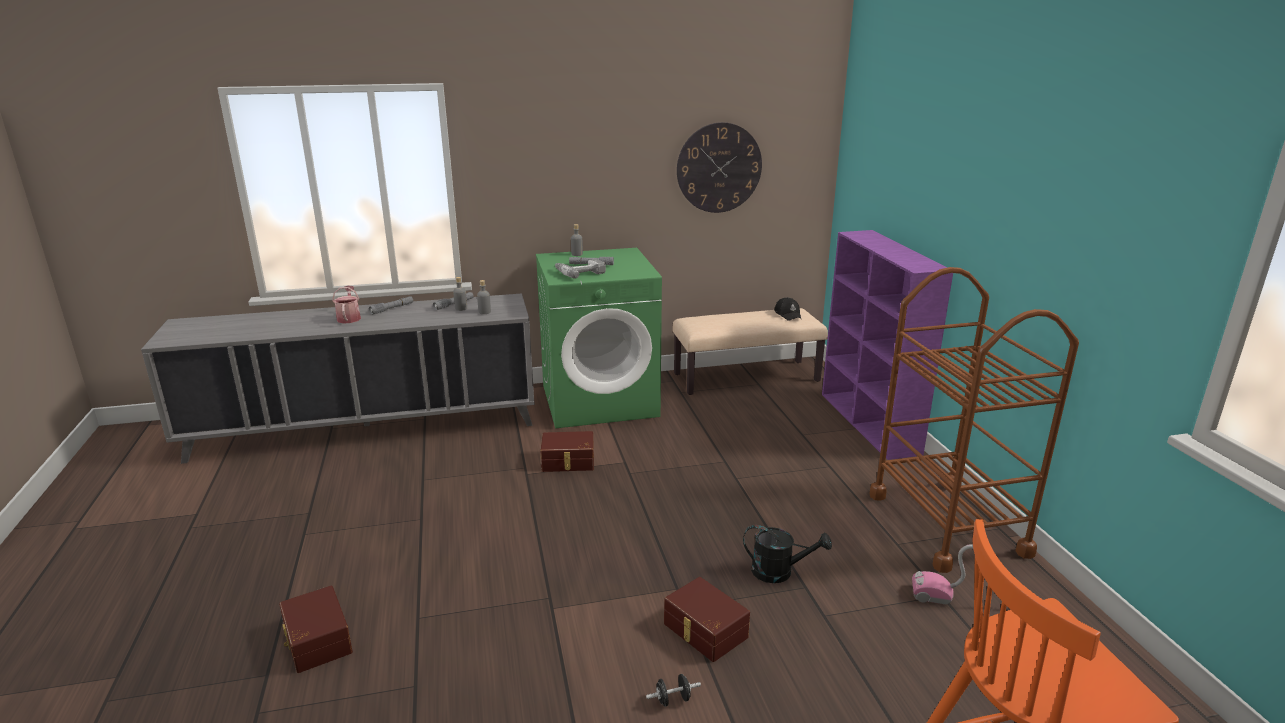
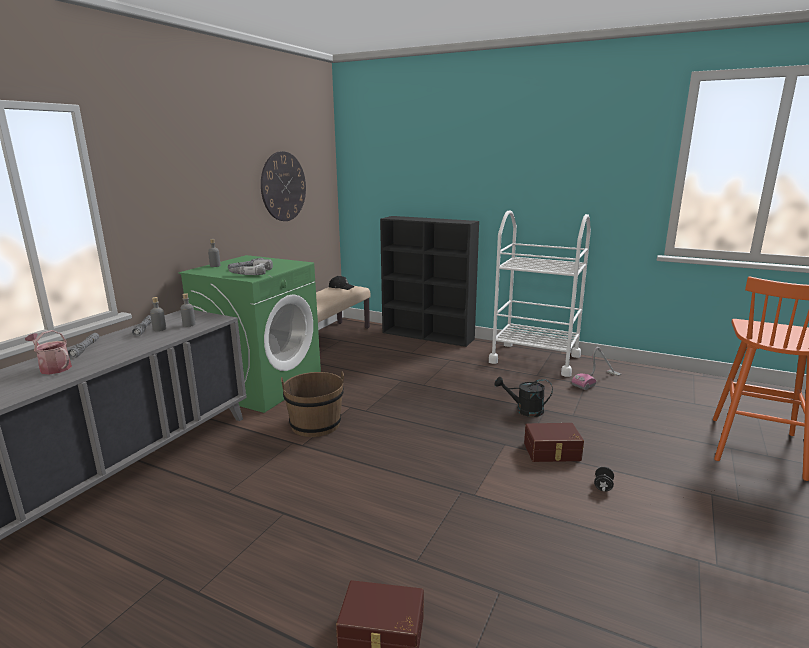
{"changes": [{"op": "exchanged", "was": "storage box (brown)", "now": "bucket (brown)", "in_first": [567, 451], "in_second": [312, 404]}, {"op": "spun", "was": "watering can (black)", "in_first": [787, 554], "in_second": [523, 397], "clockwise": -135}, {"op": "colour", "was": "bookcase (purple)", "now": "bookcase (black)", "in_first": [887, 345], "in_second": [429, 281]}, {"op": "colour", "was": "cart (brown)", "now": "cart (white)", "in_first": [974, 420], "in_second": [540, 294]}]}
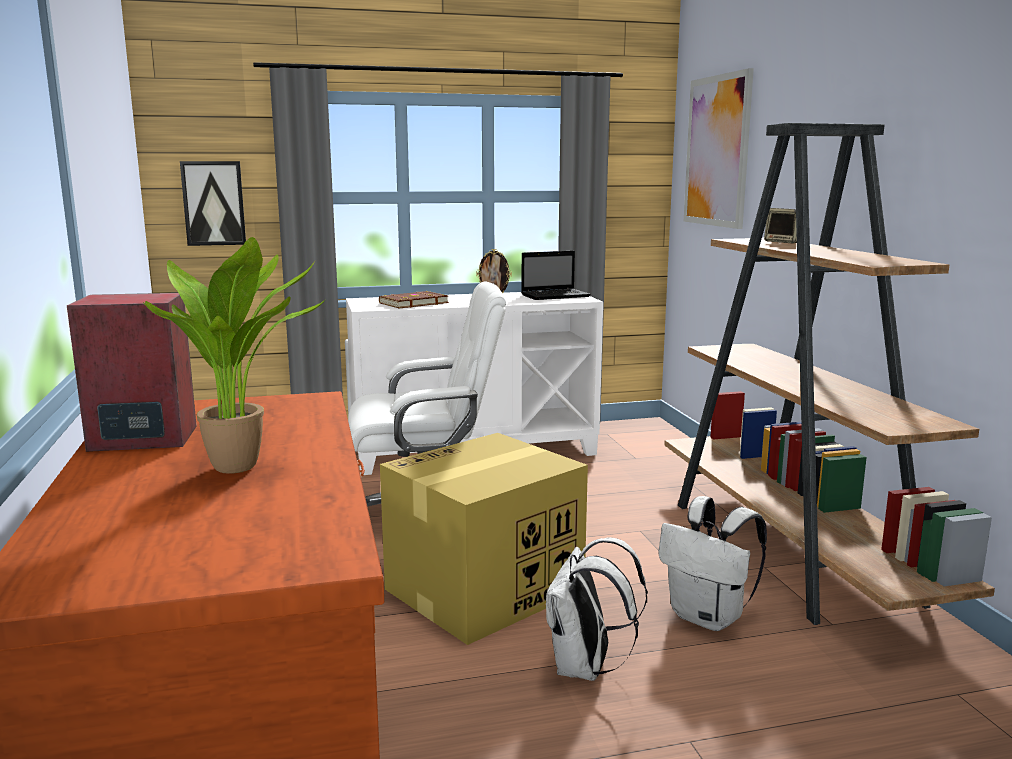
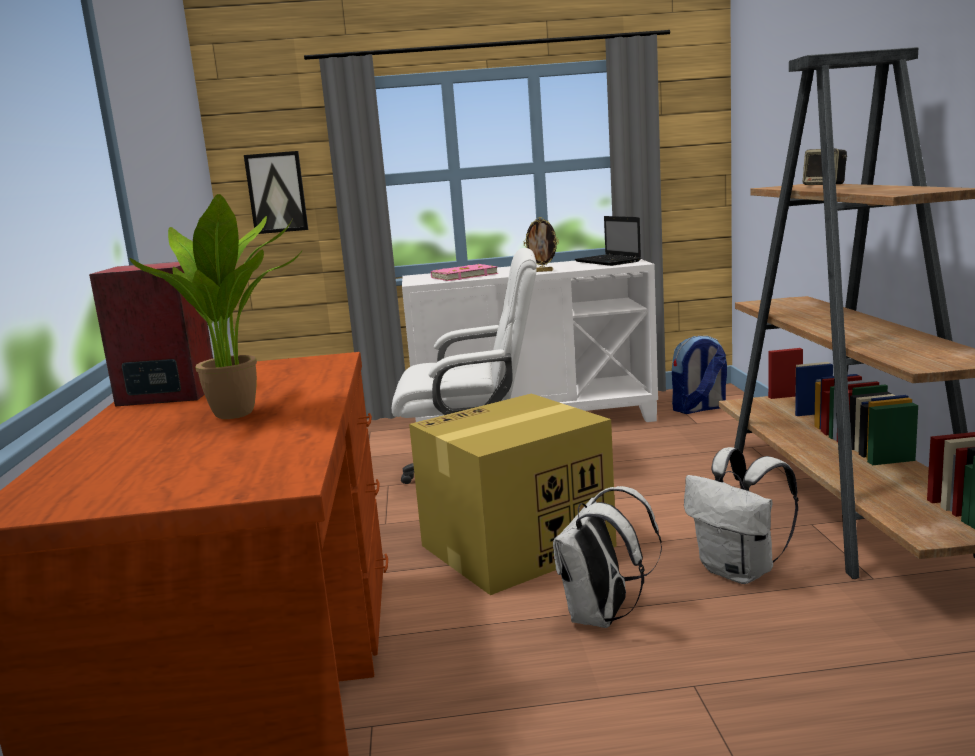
{"changes": [{"op": "colour", "was": "book (brown)", "now": "book (pink)", "in_first": [414, 300], "in_second": [464, 272]}, {"op": "spun", "was": "laptop", "in_first": [556, 275], "in_second": [608, 241], "clockwise": 75}, {"op": "missing", "was": "picture", "in_first": [719, 148]}, {"op": "appeared", "now": "backpack", "in_second": [699, 375]}]}
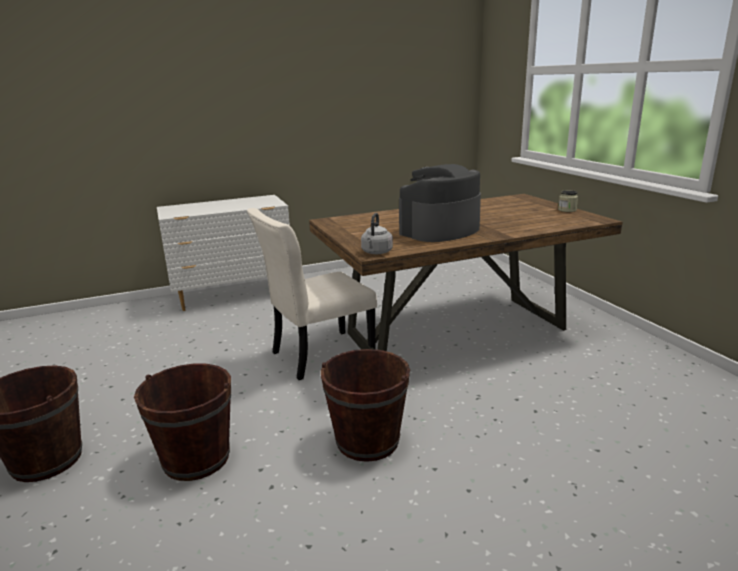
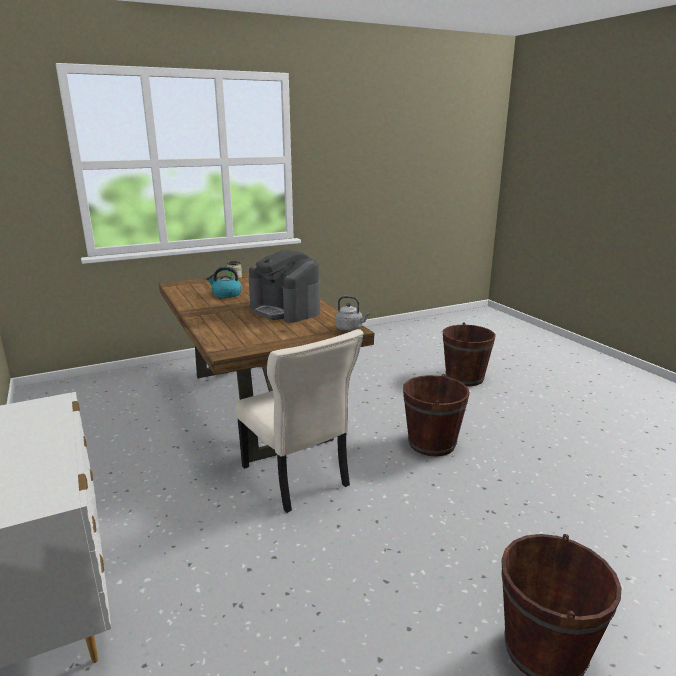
{"changes": [{"op": "relocated", "was": "bucket (brown)", "in_first": [182, 422], "in_second": [469, 354]}, {"op": "appeared", "now": "kettle", "in_second": [224, 282]}]}
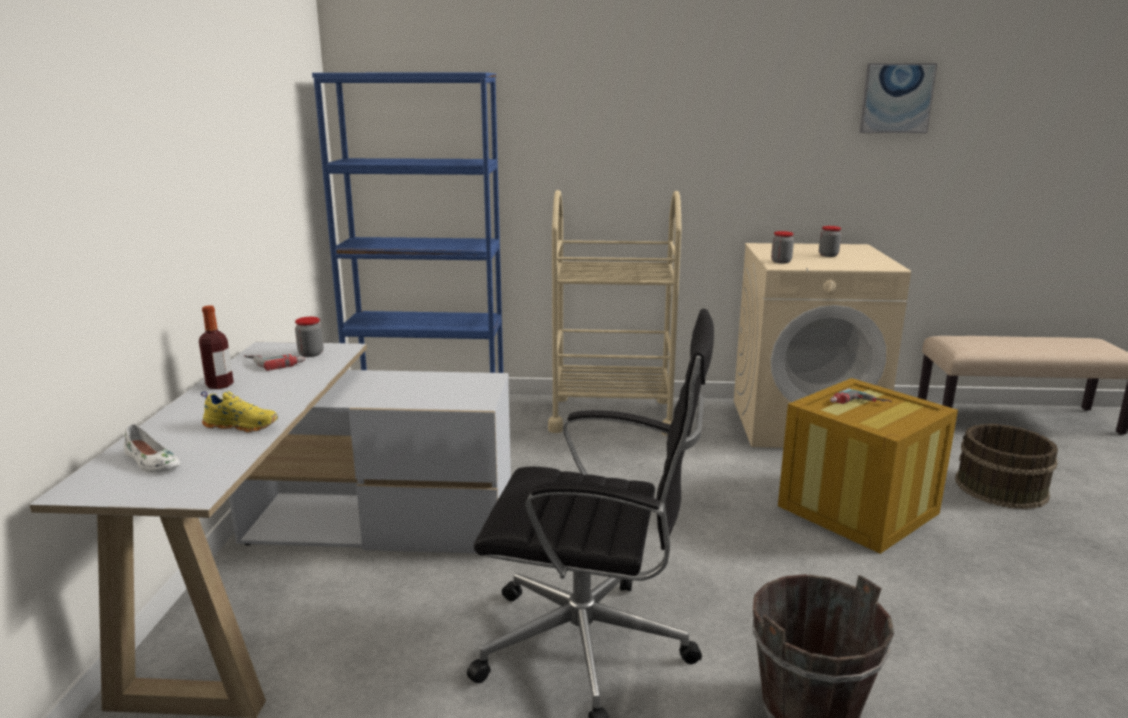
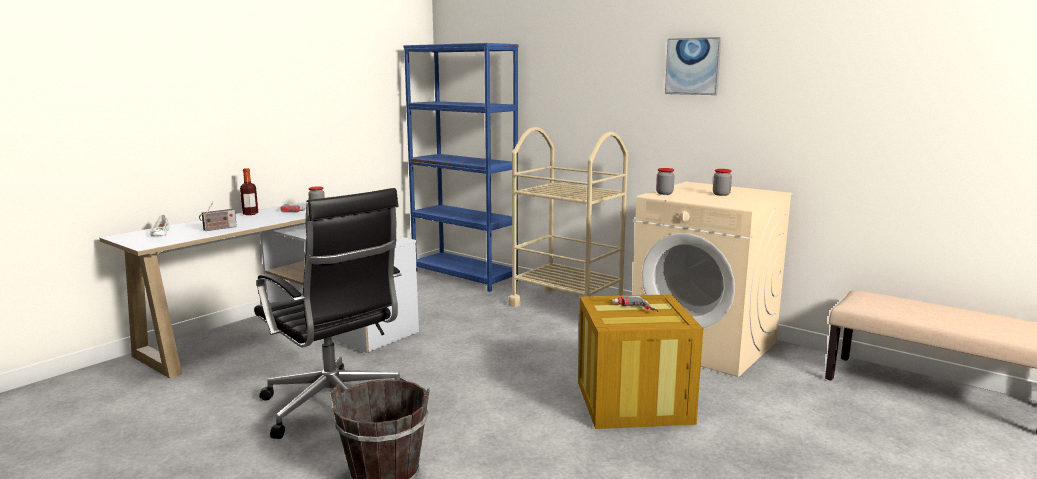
{"changes": [{"op": "exchanged", "was": "shoe (yellow)", "now": "radio", "in_first": [239, 411], "in_second": [218, 216]}, {"op": "relocated", "was": "picture", "in_first": [898, 98], "in_second": [693, 66]}, {"op": "missing", "was": "bucket (brown)", "in_first": [1006, 466]}]}
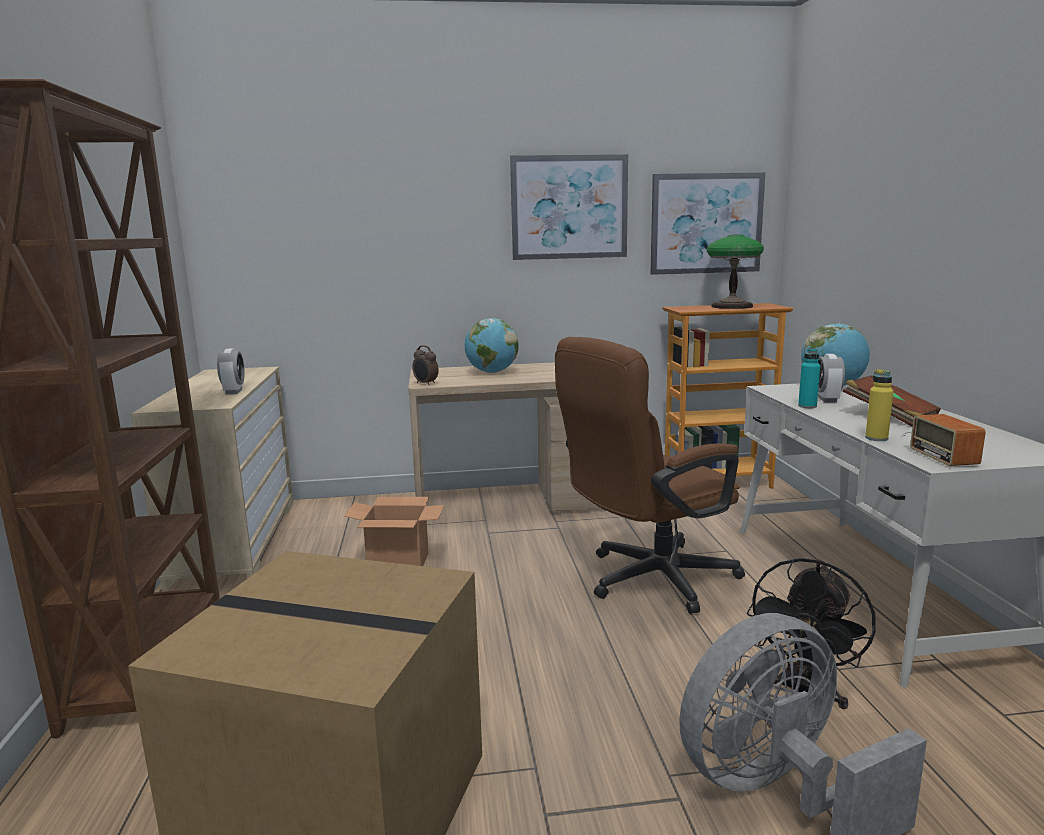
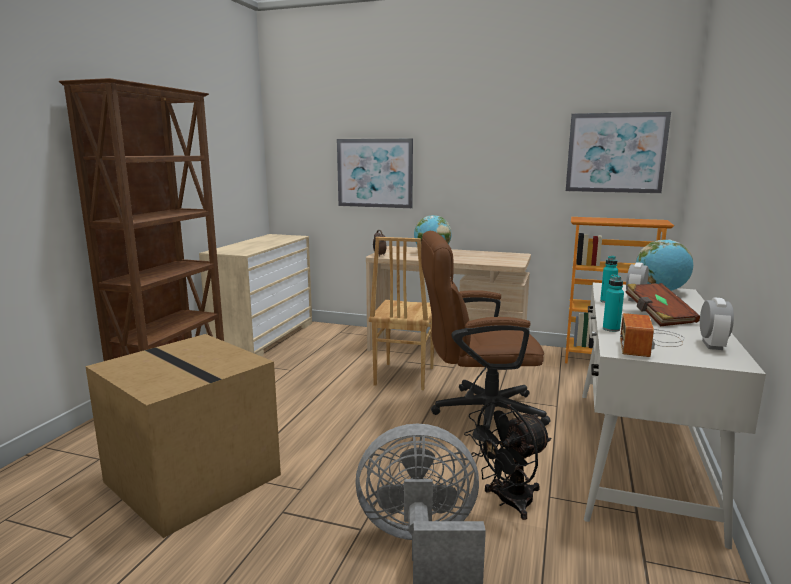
{"changes": [{"op": "relocated", "was": "alarm clock", "in_first": [231, 371], "in_second": [717, 324]}, {"op": "missing", "was": "cardboard box", "in_first": [394, 531]}, {"op": "relocated", "was": "picture", "in_first": [569, 207], "in_second": [375, 173]}, {"op": "missing", "was": "table lamp", "in_first": [735, 272]}, {"op": "colour", "was": "bottle (yellow)", "now": "bottle (turquoise)", "in_first": [879, 405], "in_second": [613, 303]}, {"op": "appeared", "now": "chair (brown)", "in_second": [401, 313]}]}
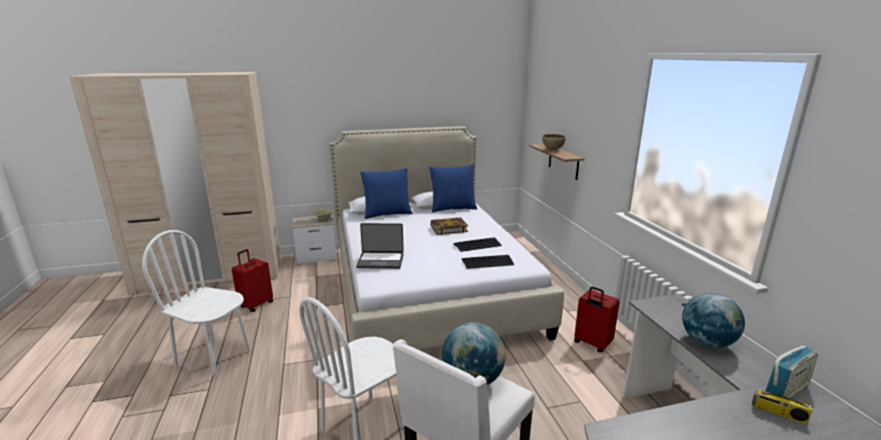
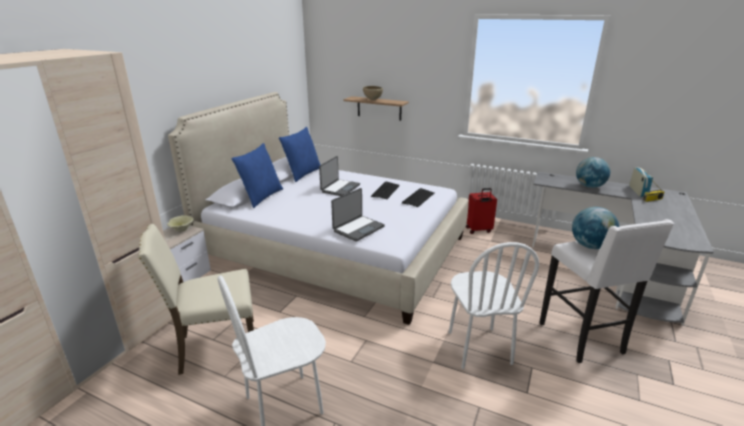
{"changes": [{"op": "exchanged", "was": "suitcase (red)", "now": "chair (beige)", "in_first": [252, 280], "in_second": [196, 299]}, {"op": "exchanged", "was": "book", "now": "laptop", "in_first": [449, 226], "in_second": [339, 176]}]}
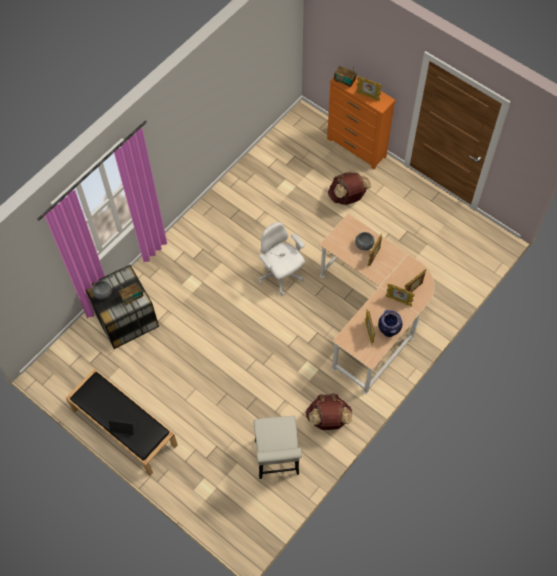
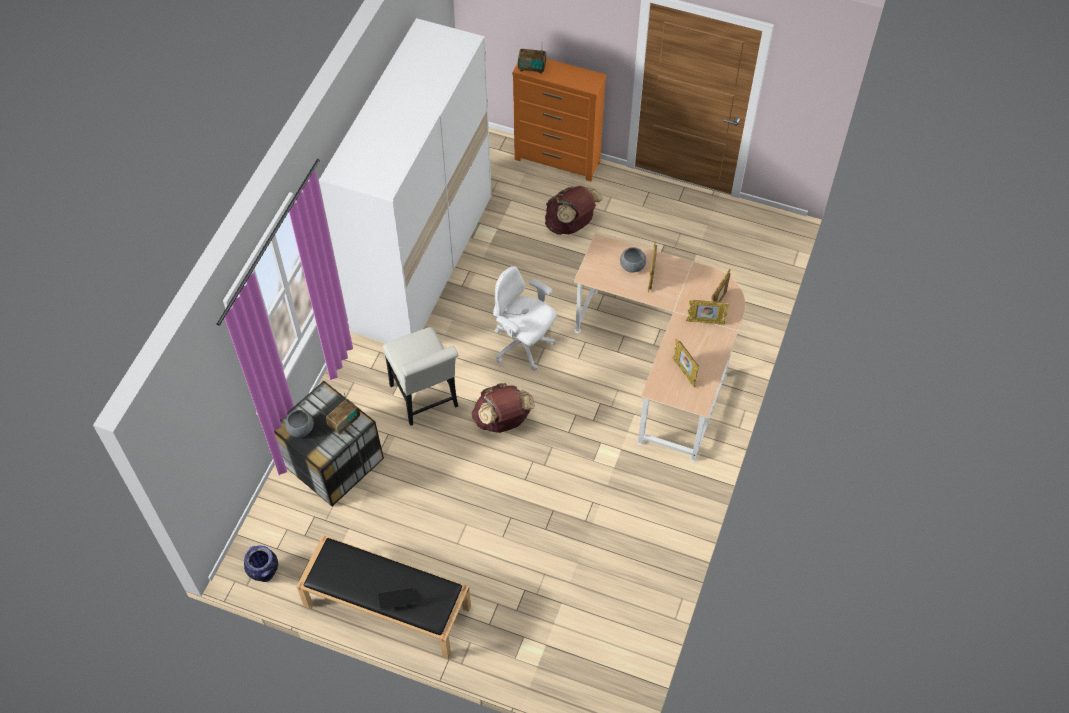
{"changes": [{"op": "relocated", "was": "chair (white)", "in_first": [277, 447], "in_second": [421, 376]}, {"op": "relocated", "was": "backpack (brown)", "in_first": [329, 411], "in_second": [503, 408]}, {"op": "missing", "was": "picture frame", "in_first": [369, 88]}, {"op": "relocated", "was": "vase", "in_first": [390, 323], "in_second": [261, 563]}, {"op": "appeared", "now": "wardrobe (white)", "in_second": [405, 180]}]}
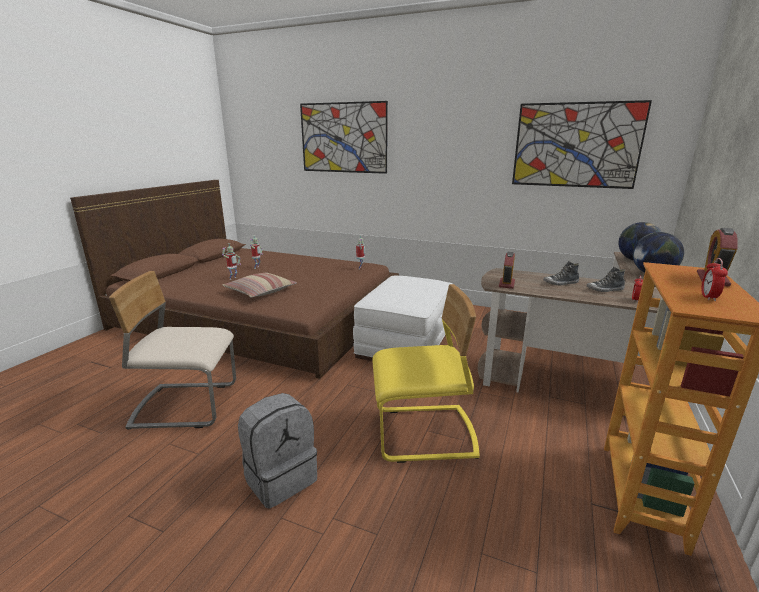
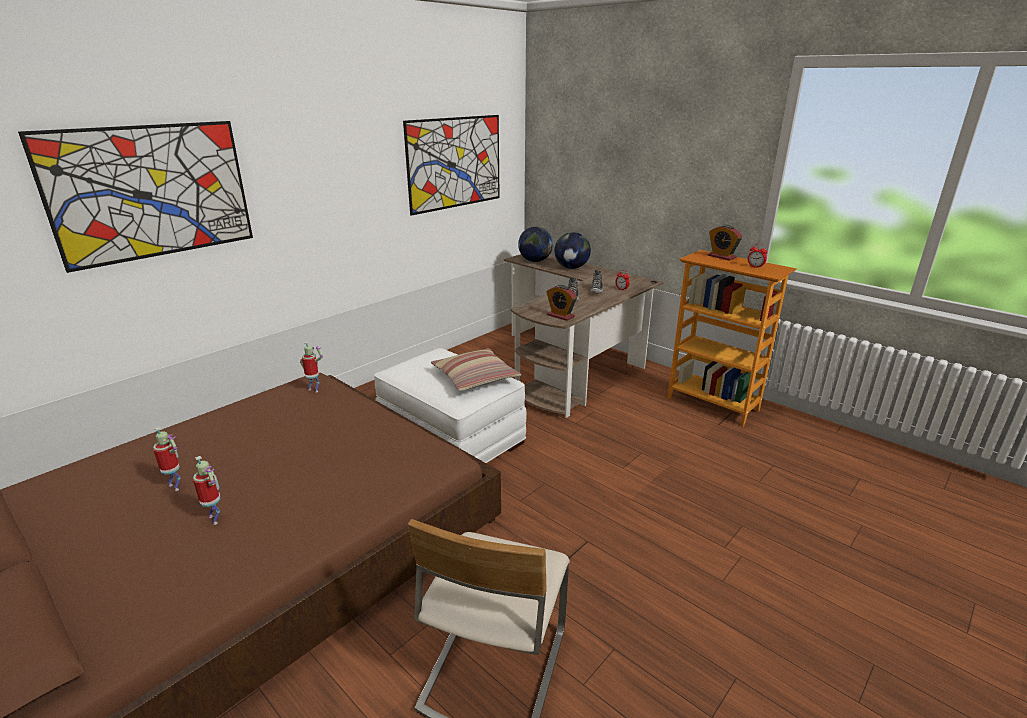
{"changes": [{"op": "relocated", "was": "pillow", "in_first": [259, 285], "in_second": [476, 369]}, {"op": "missing", "was": "backpack (grey)", "in_first": [277, 451]}, {"op": "missing", "was": "chair (yellow)", "in_first": [426, 373]}]}
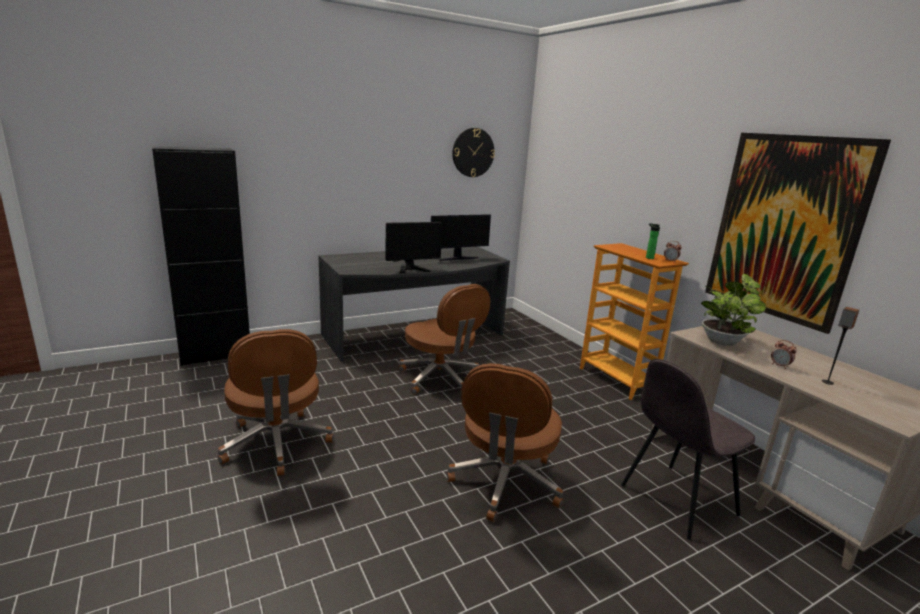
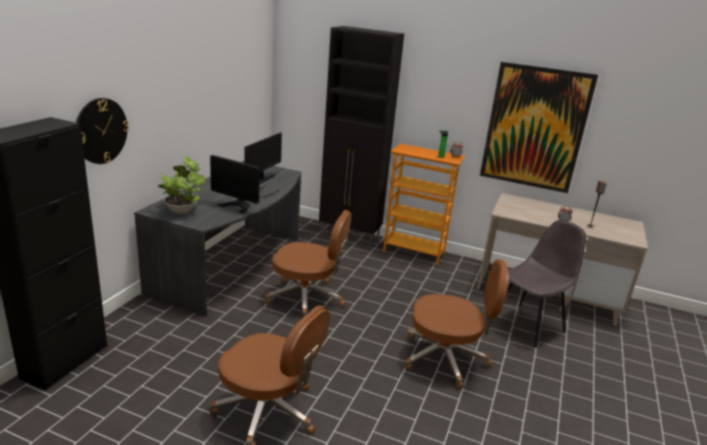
{"changes": [{"op": "spun", "was": "monitor", "in_first": [413, 248], "in_second": [244, 184], "clockwise": 90}, {"op": "spun", "was": "office chair (brown)", "in_first": [505, 442], "in_second": [456, 324], "clockwise": -60}, {"op": "relocated", "was": "wall clock", "in_first": [473, 152], "in_second": [102, 131]}, {"op": "spun", "was": "chair (grey)", "in_first": [688, 449], "in_second": [546, 284], "clockwise": -150}, {"op": "relocated", "was": "potted plant", "in_first": [733, 309], "in_second": [181, 185]}, {"op": "appeared", "now": "cabinet (black)", "in_second": [361, 136]}]}
